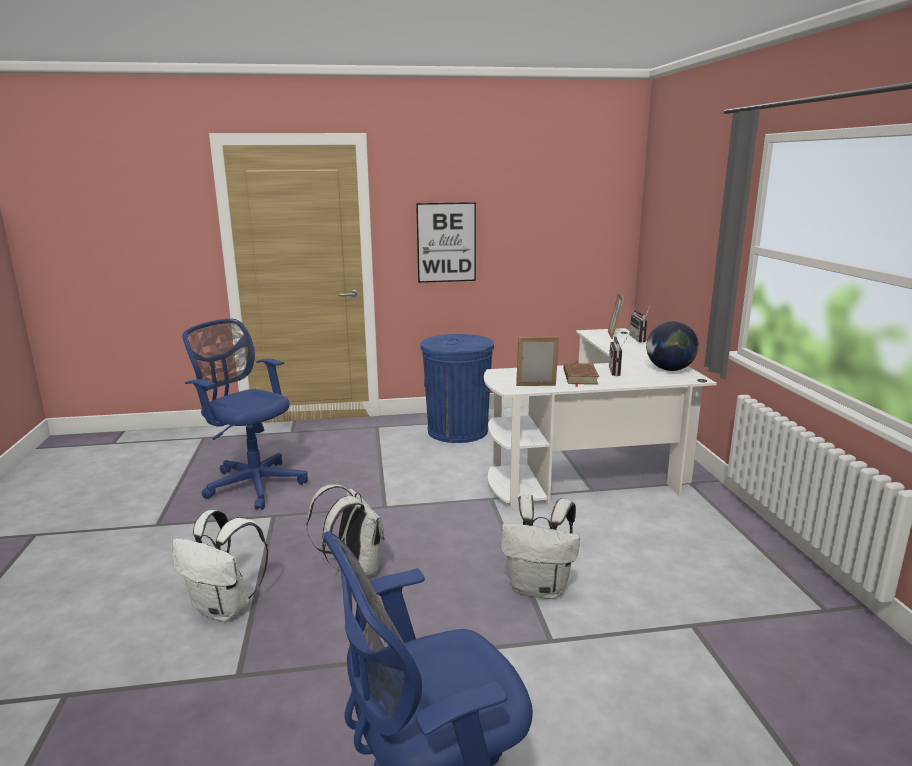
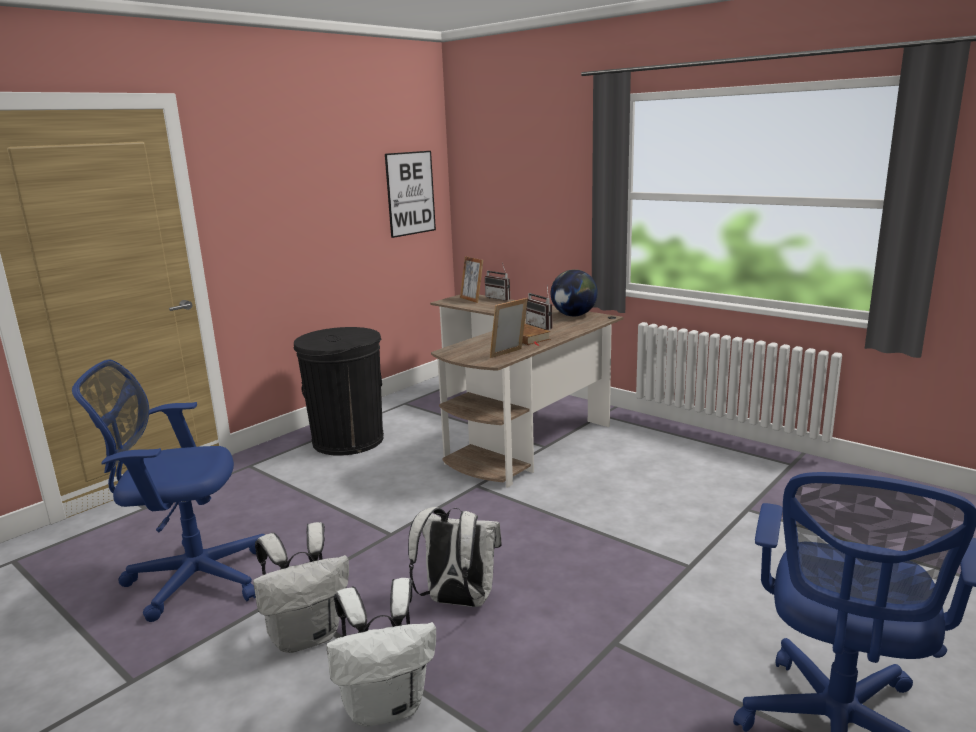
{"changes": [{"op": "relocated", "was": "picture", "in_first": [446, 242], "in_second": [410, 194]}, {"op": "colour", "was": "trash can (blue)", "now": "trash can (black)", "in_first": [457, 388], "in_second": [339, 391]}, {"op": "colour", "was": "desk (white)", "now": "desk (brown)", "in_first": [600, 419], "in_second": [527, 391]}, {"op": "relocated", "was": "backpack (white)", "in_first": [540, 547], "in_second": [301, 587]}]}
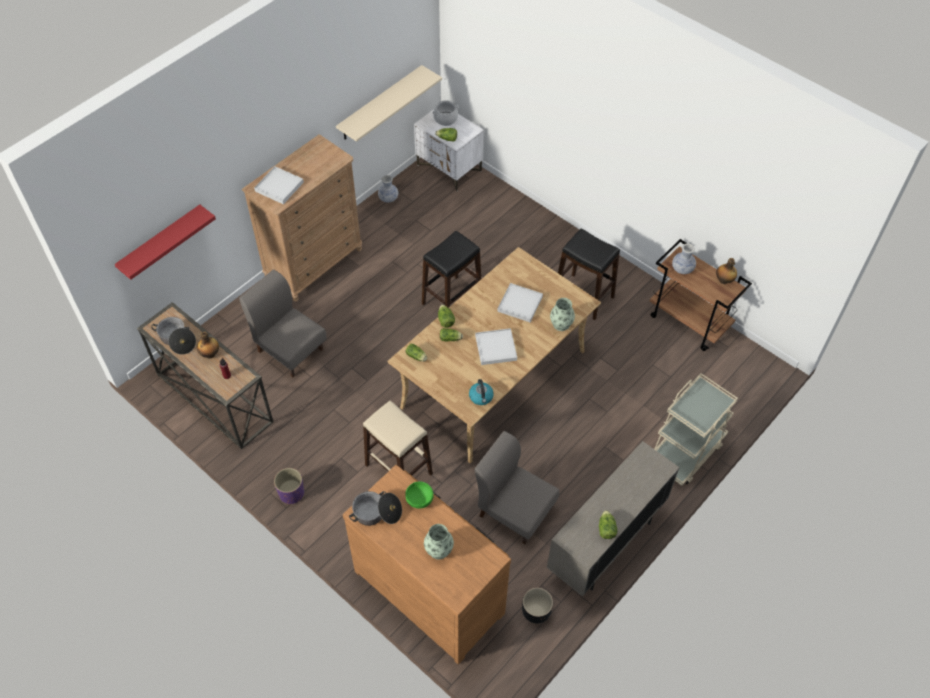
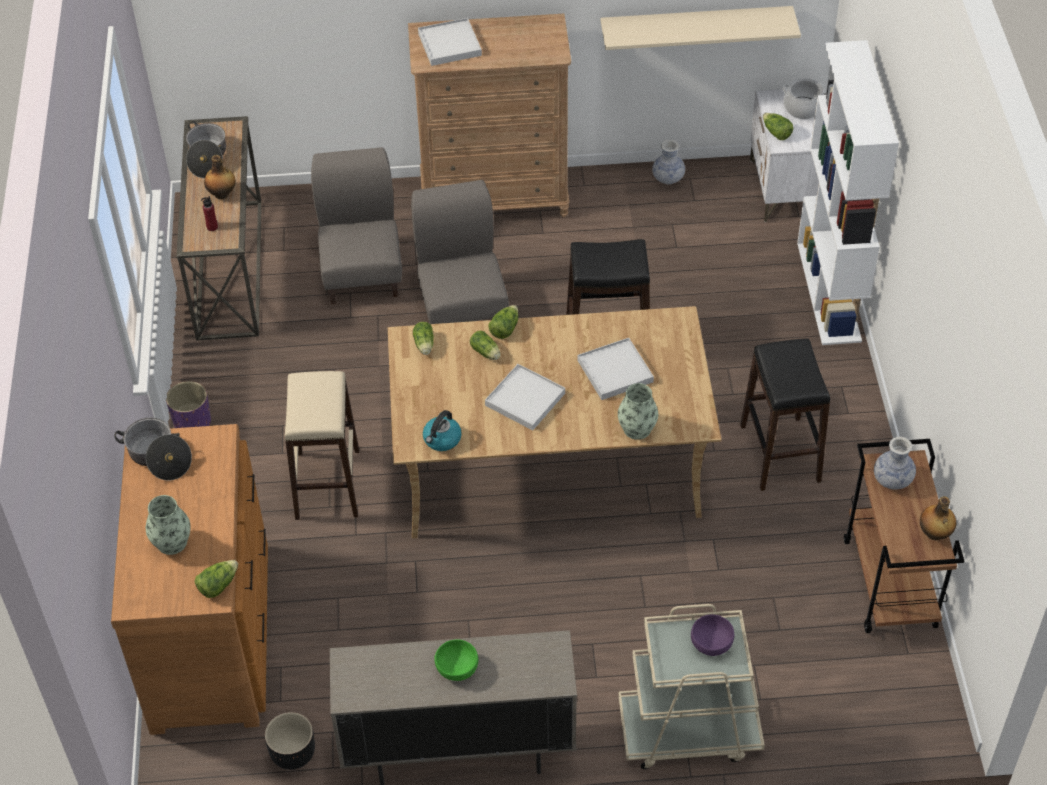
{"changes": [{"op": "missing", "was": "shelf (red)", "in_first": [165, 242]}, {"op": "relocated", "was": "bowl (green)", "in_first": [419, 495], "in_second": [456, 660]}, {"op": "relocated", "was": "chair (grey)", "in_first": [517, 487], "in_second": [460, 252]}, {"op": "relocated", "was": "lettuce", "in_first": [608, 524], "in_second": [216, 579]}, {"op": "appeared", "now": "bowl (purple)", "in_second": [712, 635]}, {"op": "appeared", "now": "bookcase (white)", "in_second": [848, 192]}]}
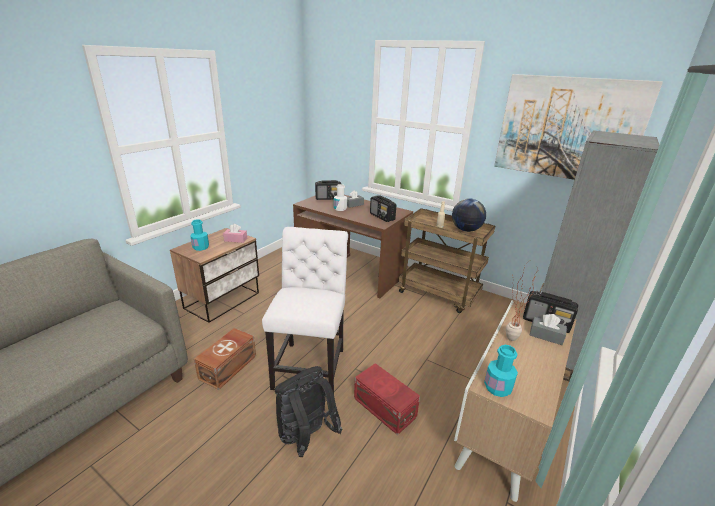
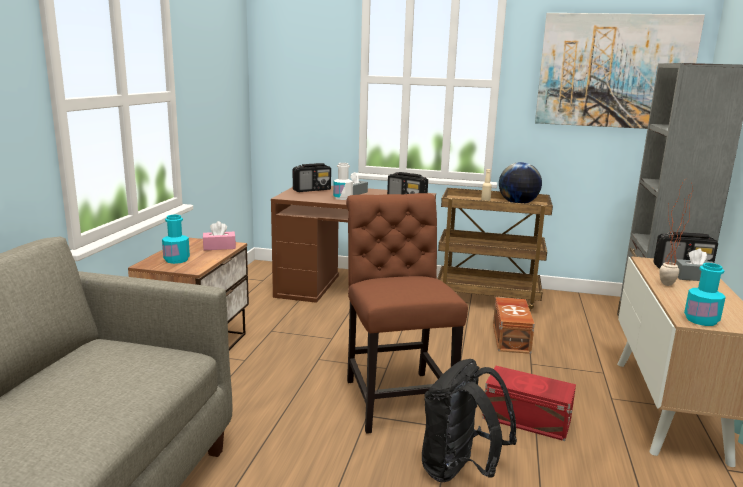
{"changes": [{"op": "relocated", "was": "storage box (brown)", "in_first": [225, 359], "in_second": [514, 325]}, {"op": "colour", "was": "chair (white)", "now": "chair (brown)", "in_first": [305, 310], "in_second": [407, 313]}]}
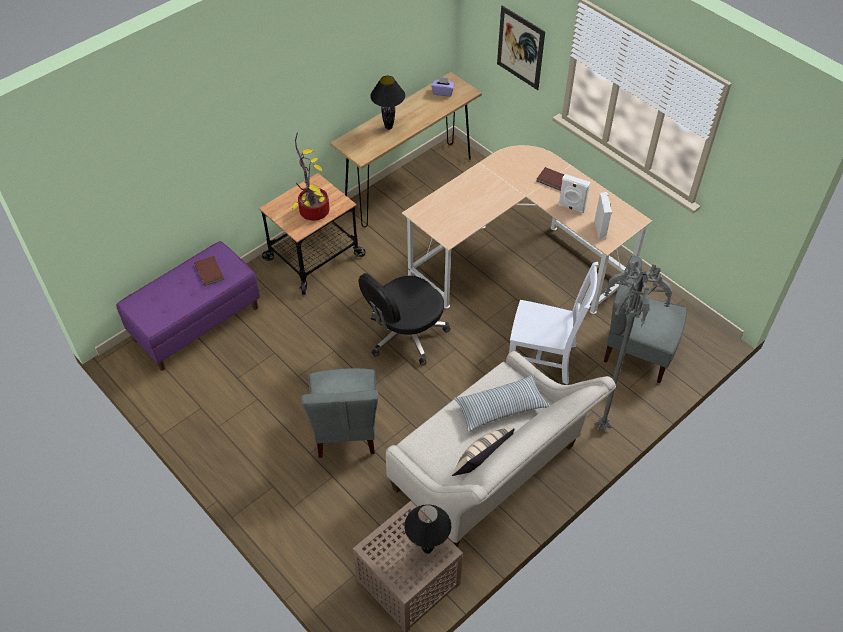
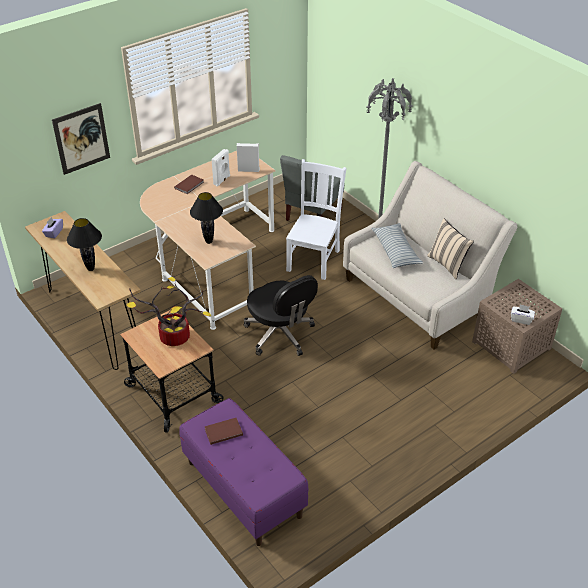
{"changes": [{"op": "missing", "was": "chair (grey)", "in_first": [339, 413]}, {"op": "relocated", "was": "table lamp (black)", "in_first": [427, 529], "in_second": [206, 218]}, {"op": "appeared", "now": "tissue box (white)", "in_second": [523, 314]}]}
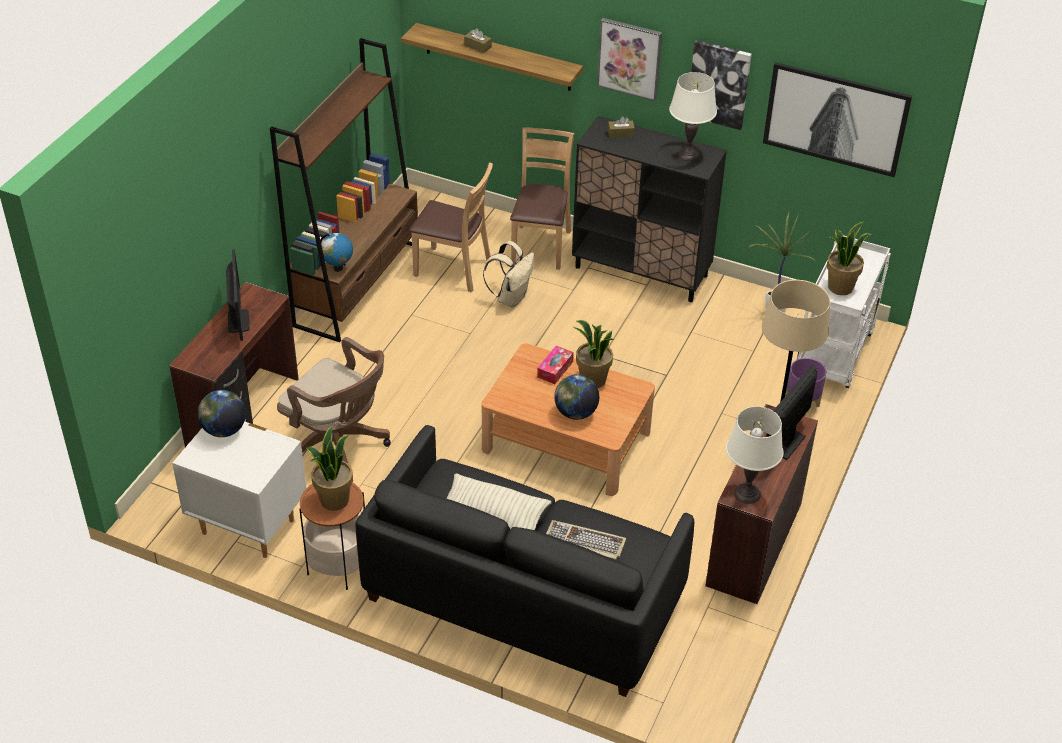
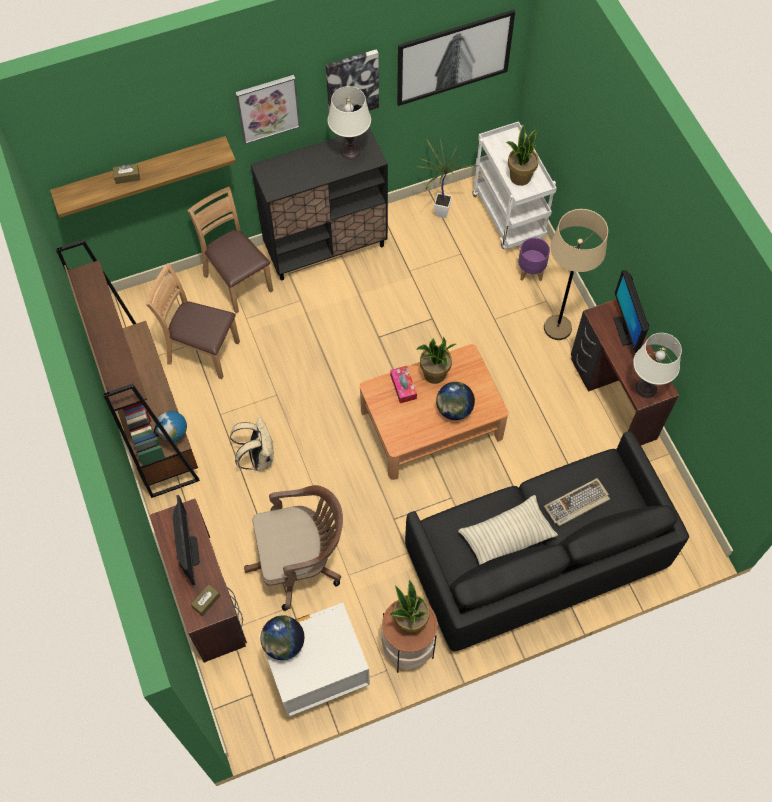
{"changes": [{"op": "spun", "was": "monitor", "in_first": [238, 295], "in_second": [186, 540], "clockwise": 45}, {"op": "spun", "was": "chair (brown)", "in_first": [451, 227], "in_second": [193, 321], "clockwise": -135}, {"op": "relocated", "was": "backpack (beige)", "in_first": [508, 274], "in_second": [252, 444]}, {"op": "relocated", "was": "tissue box (brown)", "in_first": [621, 127], "in_second": [205, 600]}]}
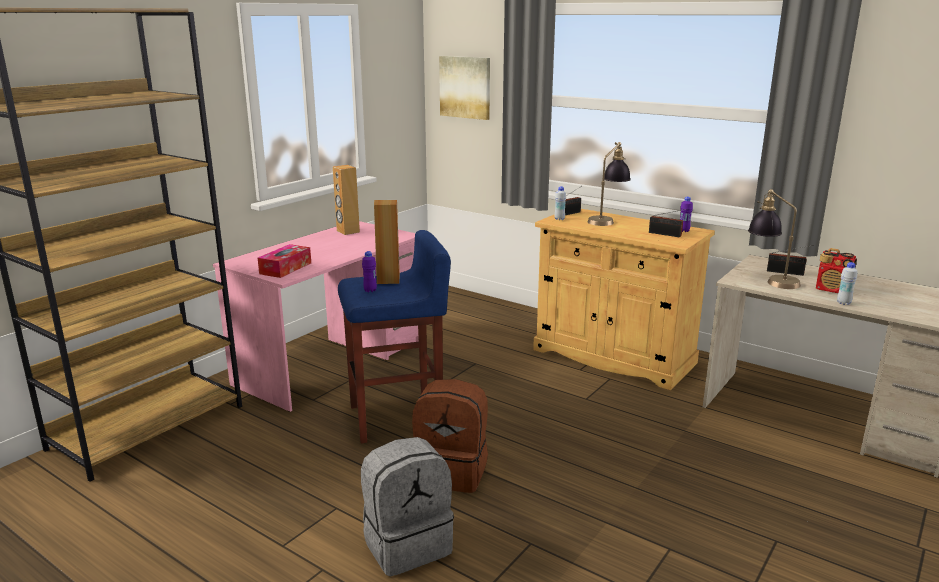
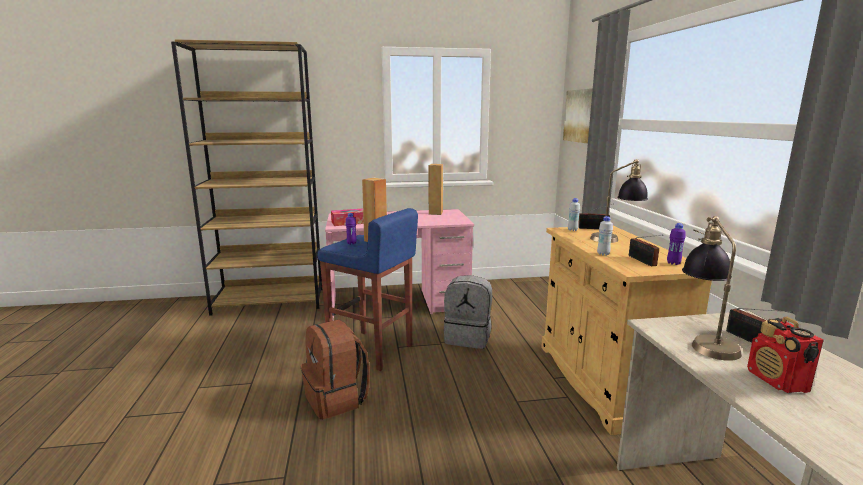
{"changes": [{"op": "relocated", "was": "backpack (grey)", "in_first": [407, 507], "in_second": [468, 312]}, {"op": "relocated", "was": "bottle (white)", "in_first": [847, 283], "in_second": [605, 235]}]}
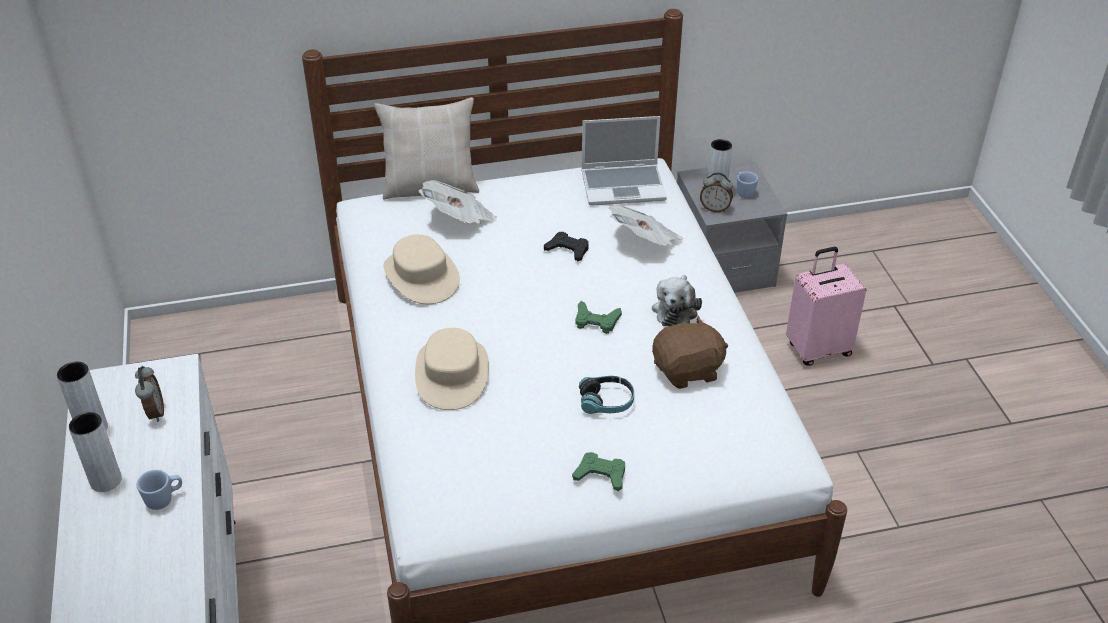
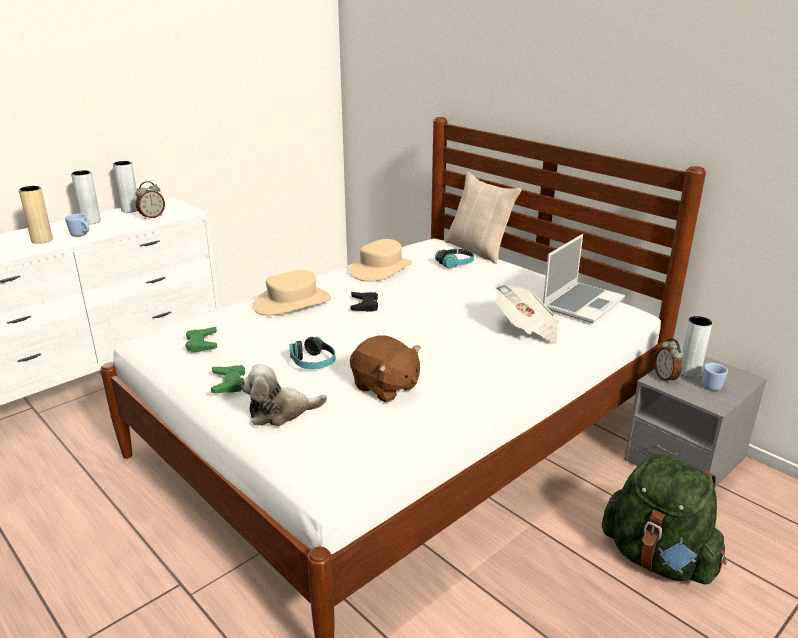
{"changes": [{"op": "exchanged", "was": "newspaper", "now": "headphones", "in_first": [457, 202], "in_second": [454, 258]}, {"op": "relocated", "was": "game controller (black)", "in_first": [566, 246], "in_second": [364, 302]}, {"op": "relocated", "was": "game controller (green)", "in_first": [598, 317], "in_second": [201, 340]}, {"op": "spun", "was": "laptop", "in_first": [624, 161], "in_second": [584, 278], "clockwise": -105}, {"op": "relocated", "was": "plush toy", "in_first": [677, 300], "in_second": [284, 395]}, {"op": "exchanged", "was": "suitcase (pink)", "now": "backpack (green)", "in_first": [826, 306], "in_second": [664, 519]}, {"op": "appeared", "now": "vase (beige)", "in_second": [36, 215]}]}
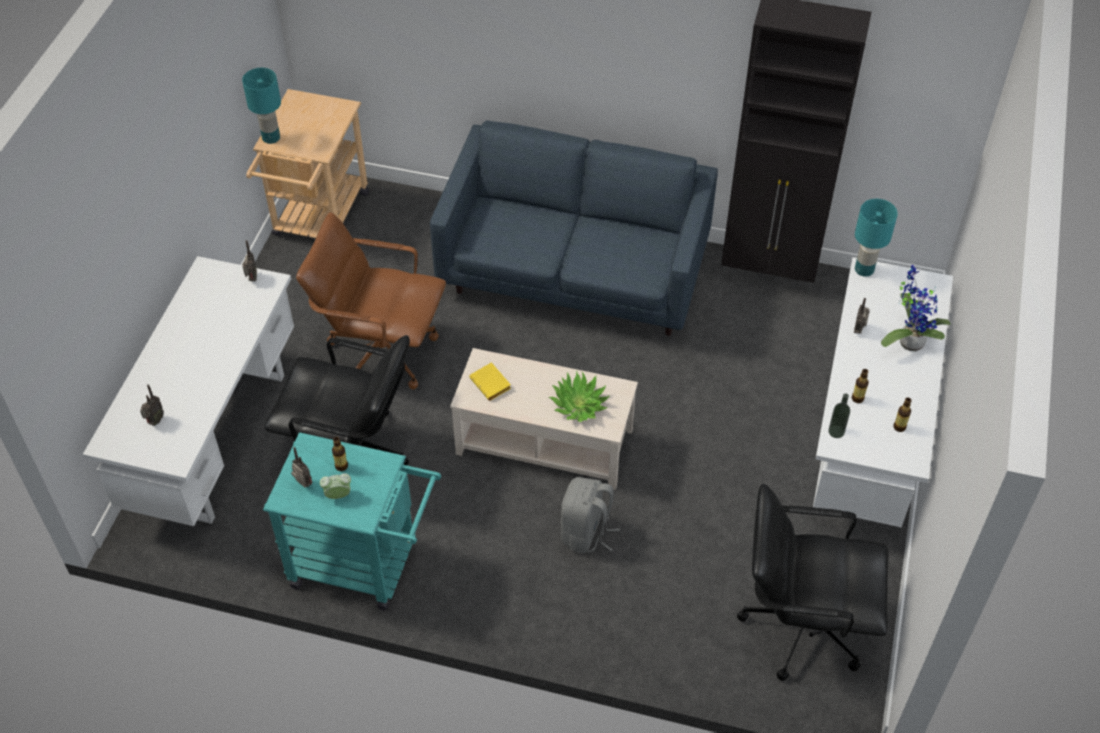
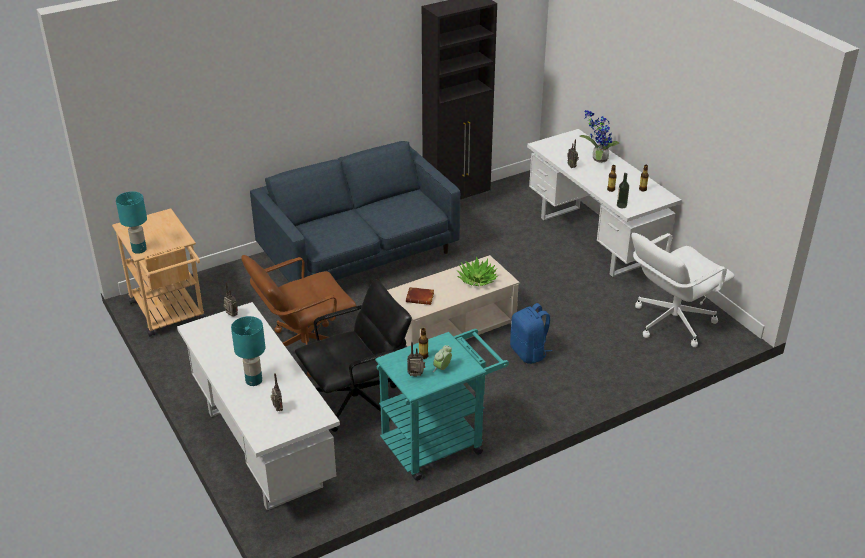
{"changes": [{"op": "colour", "was": "book (yellow)", "now": "book (brown)", "in_first": [490, 381], "in_second": [420, 296]}, {"op": "colour", "was": "backpack (grey)", "now": "backpack (blue)", "in_first": [590, 515], "in_second": [531, 333]}, {"op": "colour", "was": "office chair (black)", "now": "office chair (white)", "in_first": [812, 582], "in_second": [683, 290]}, {"op": "relocated", "was": "table lamp (turquoise)", "in_first": [876, 237], "in_second": [248, 351]}]}
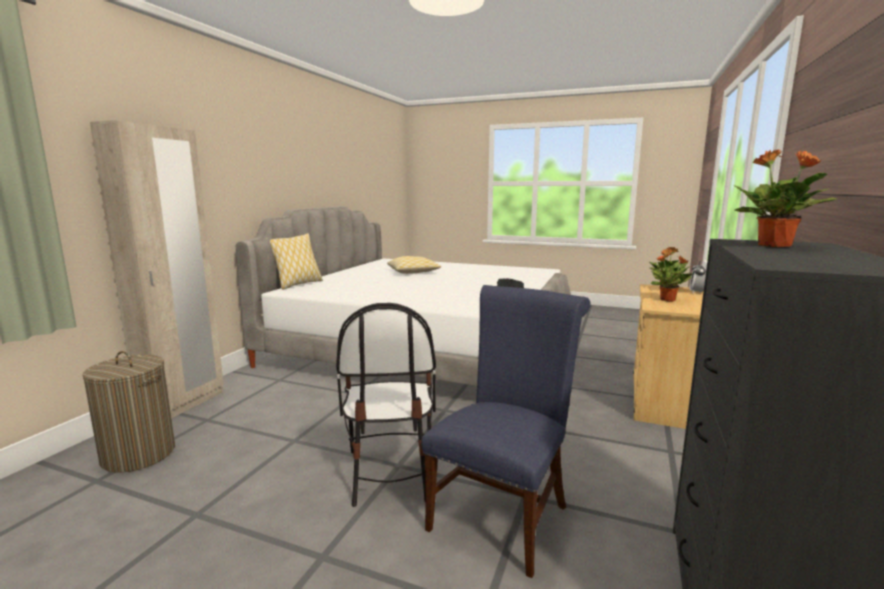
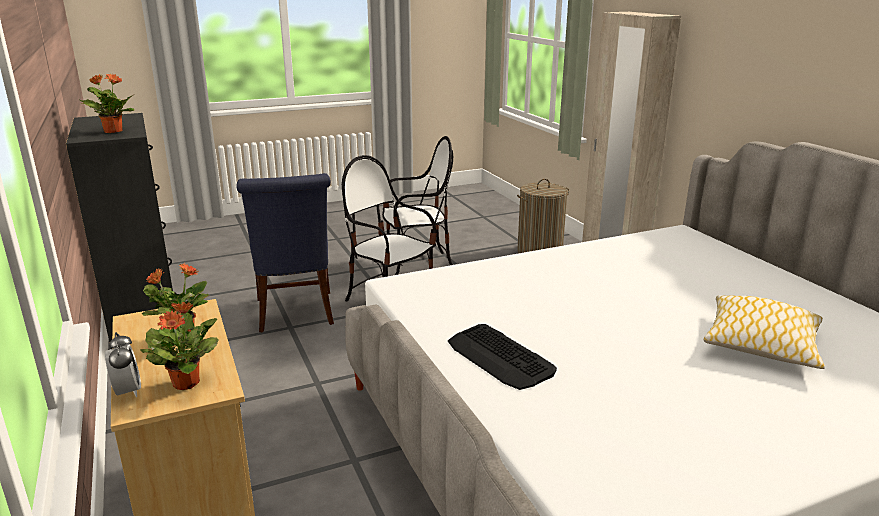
{"changes": [{"op": "missing", "was": "pillow", "in_first": [294, 261]}, {"op": "appeared", "now": "chair", "in_second": [417, 205]}]}
